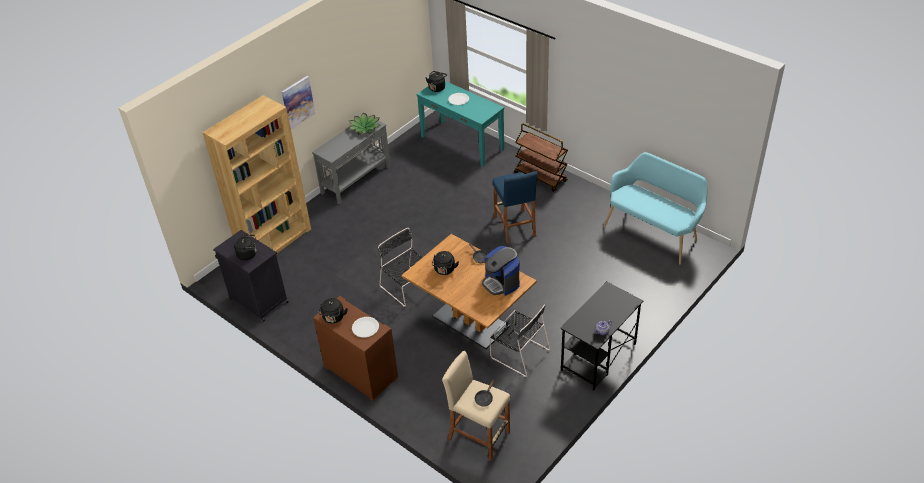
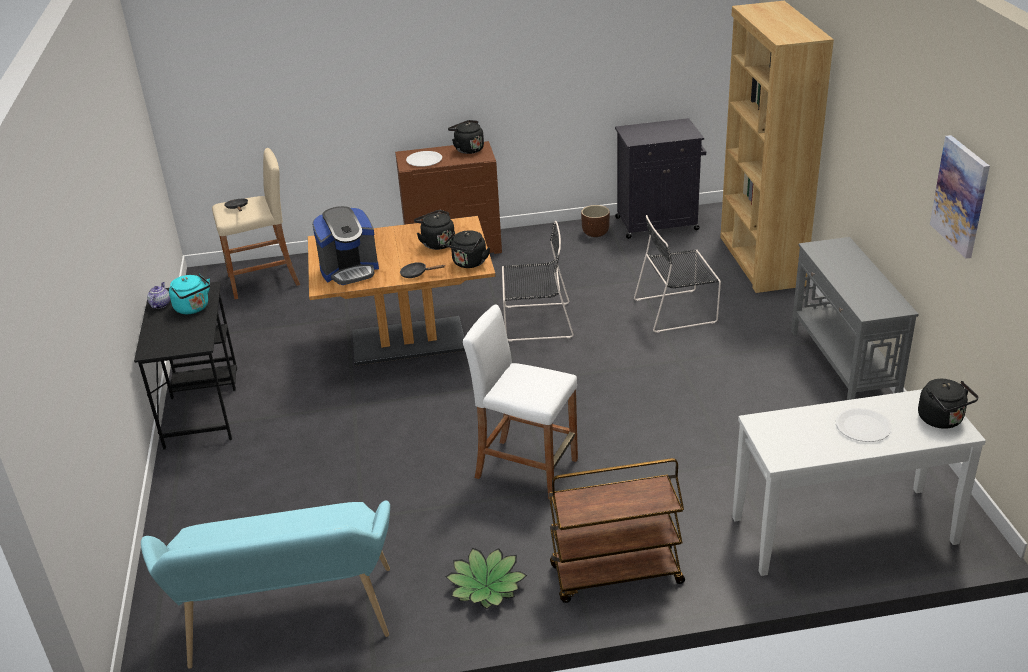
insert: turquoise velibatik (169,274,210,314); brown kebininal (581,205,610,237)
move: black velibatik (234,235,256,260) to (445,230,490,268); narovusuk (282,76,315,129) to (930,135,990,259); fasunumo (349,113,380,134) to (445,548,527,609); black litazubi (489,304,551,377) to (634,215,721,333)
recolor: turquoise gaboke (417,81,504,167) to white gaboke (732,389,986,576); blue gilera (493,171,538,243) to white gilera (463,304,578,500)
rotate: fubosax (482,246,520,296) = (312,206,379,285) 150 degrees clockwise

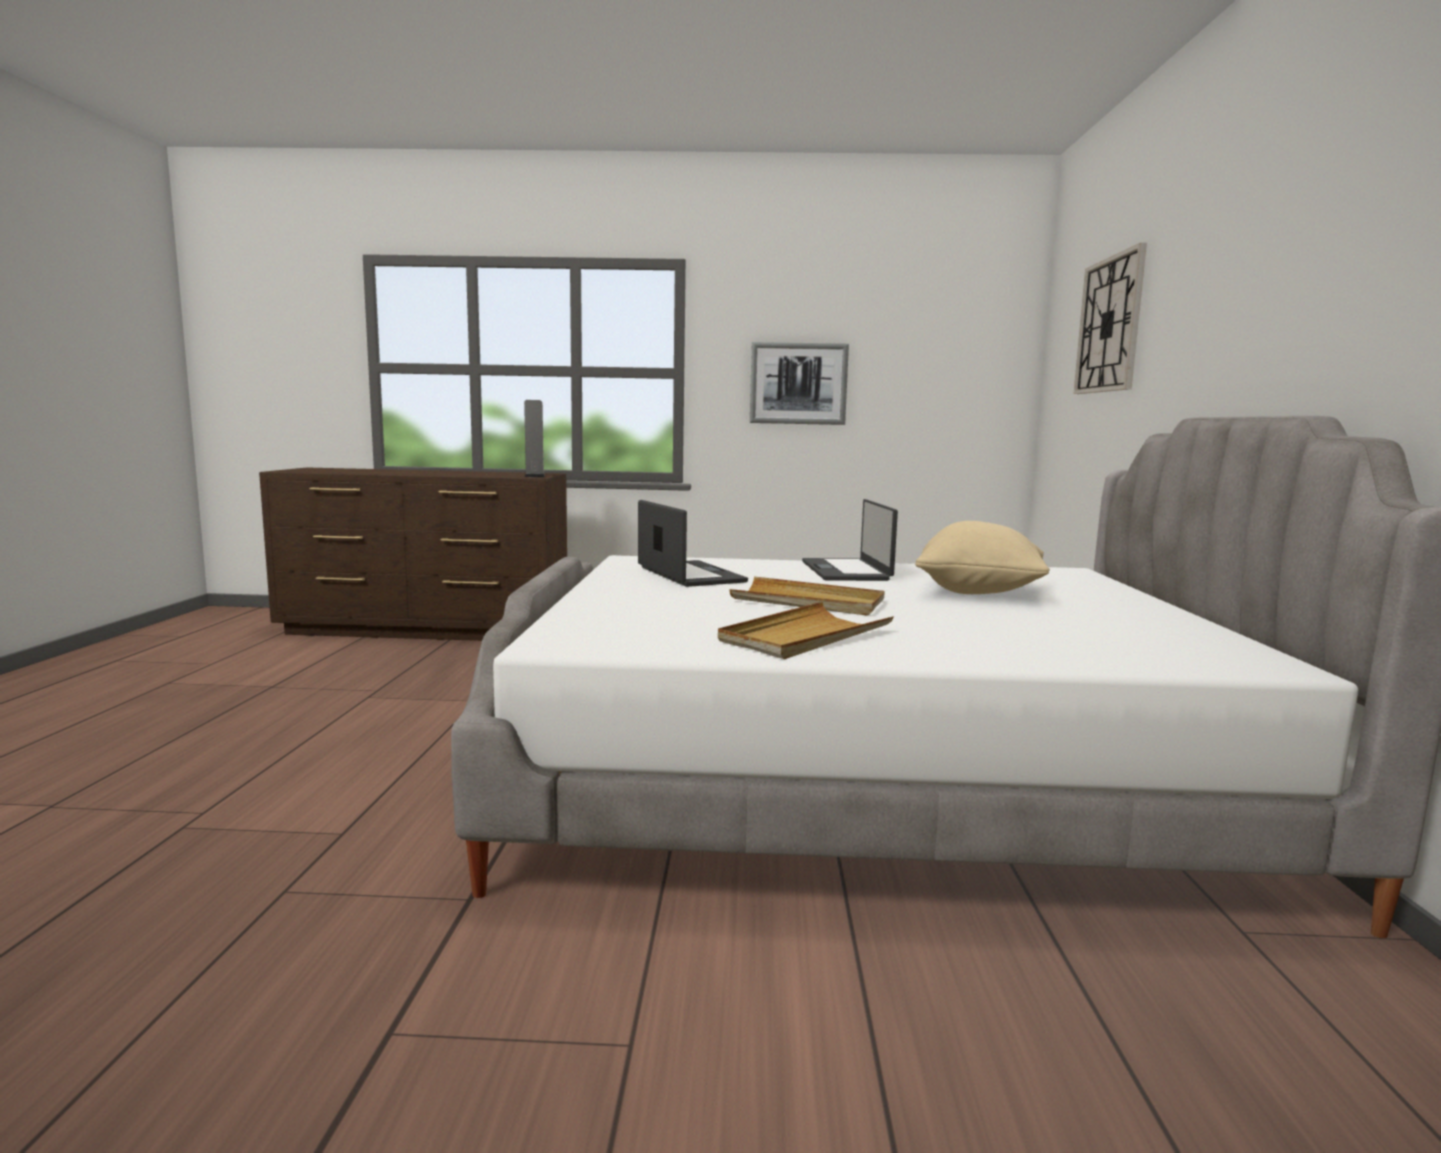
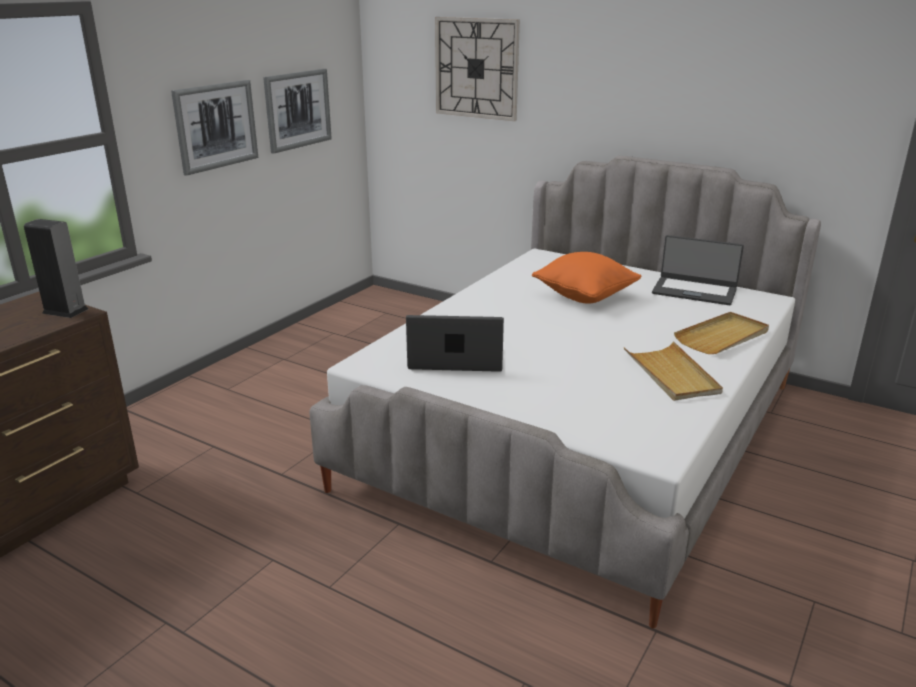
insert: narovusuk (263,69,332,154)
move: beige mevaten (729,577,885,615) to (674,312,769,354); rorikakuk (802,499,898,581) to (652,235,744,305)
recolor: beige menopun (915,521,1050,594) to orange menopun (532,252,641,304)

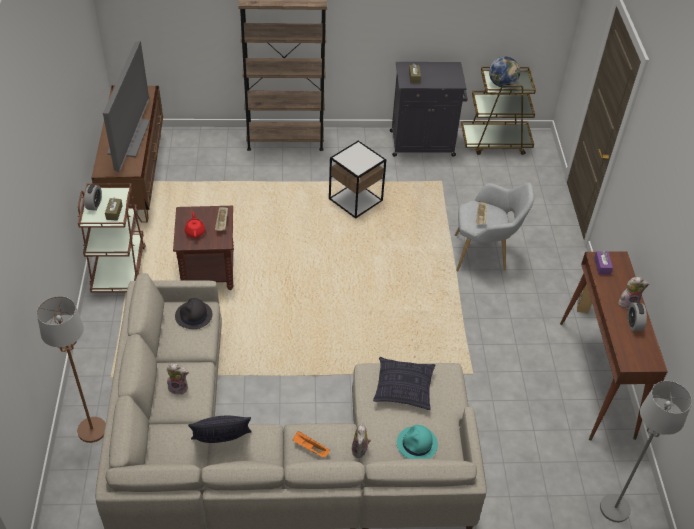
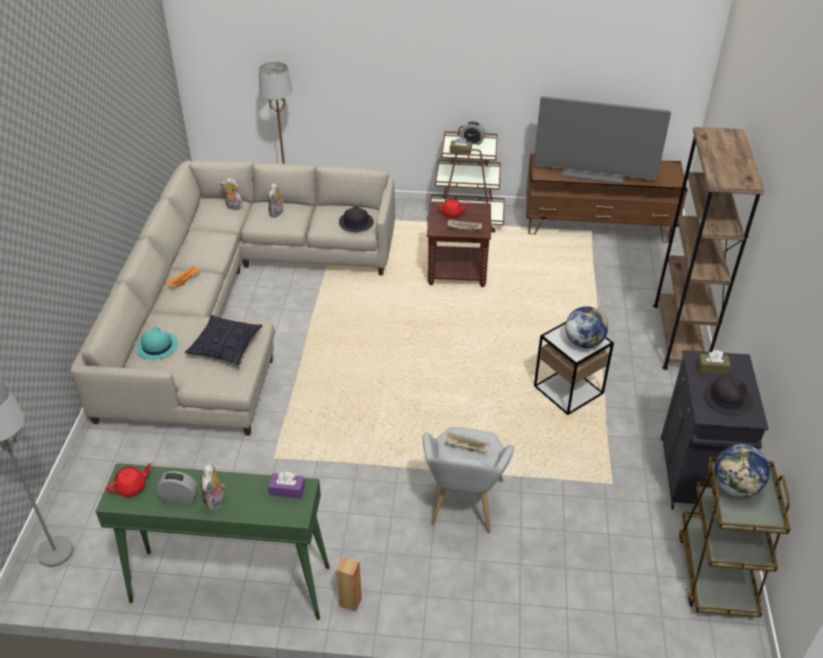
delete: menopun (188,416,252,443)
insert: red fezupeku (106,463,152,496); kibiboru (565,306,608,348); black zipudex (704,376,753,416)
move: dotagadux (351,423,371,458) to (220,178,243,210)
recolor: brown gaboke (560,252,668,441) to green gaboke (95,463,330,620)

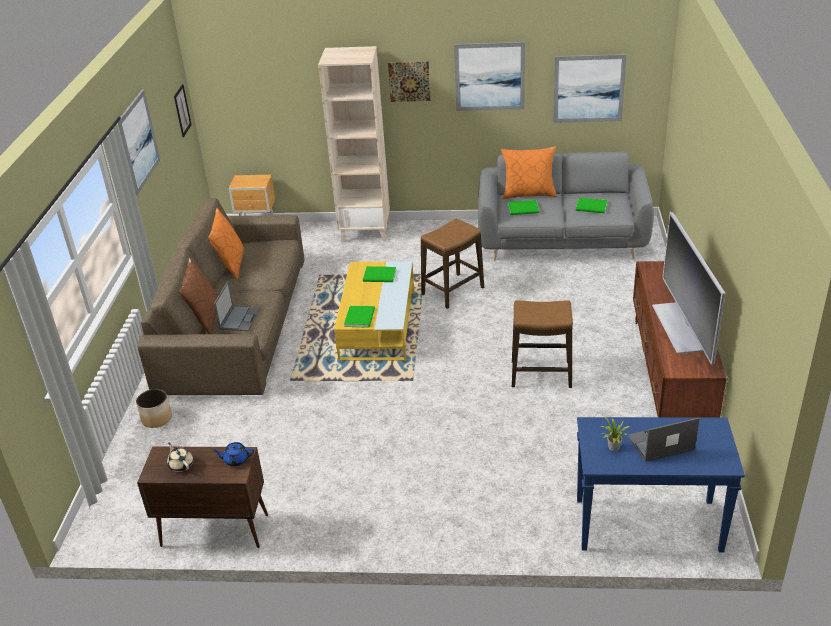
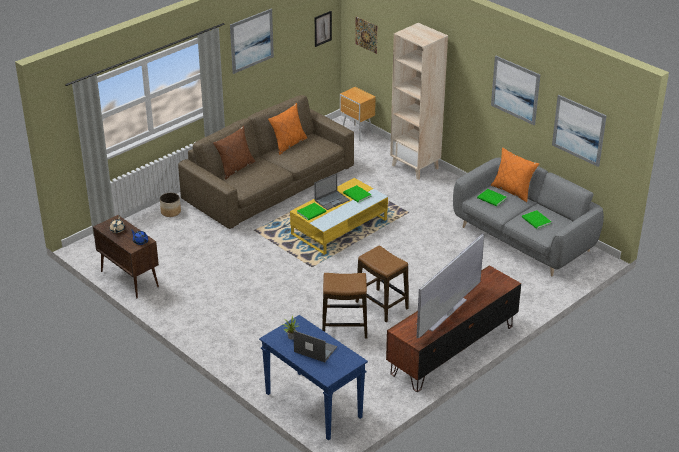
move: rorikakuk (214,281,261,331) to (314,173,350,210); narovusuk (388,61,431,102) to (355,17,377,54); gilera (421,219,484,309) to (322,273,367,338)

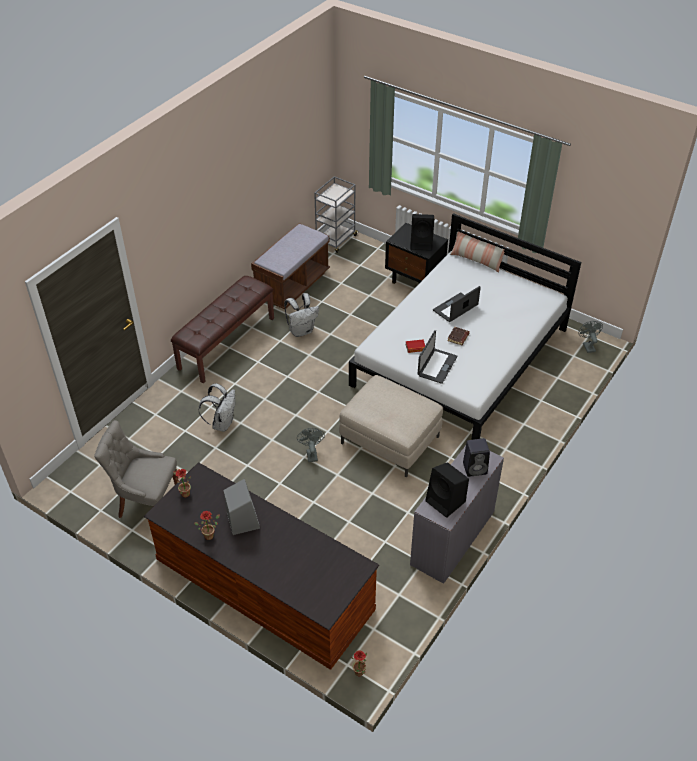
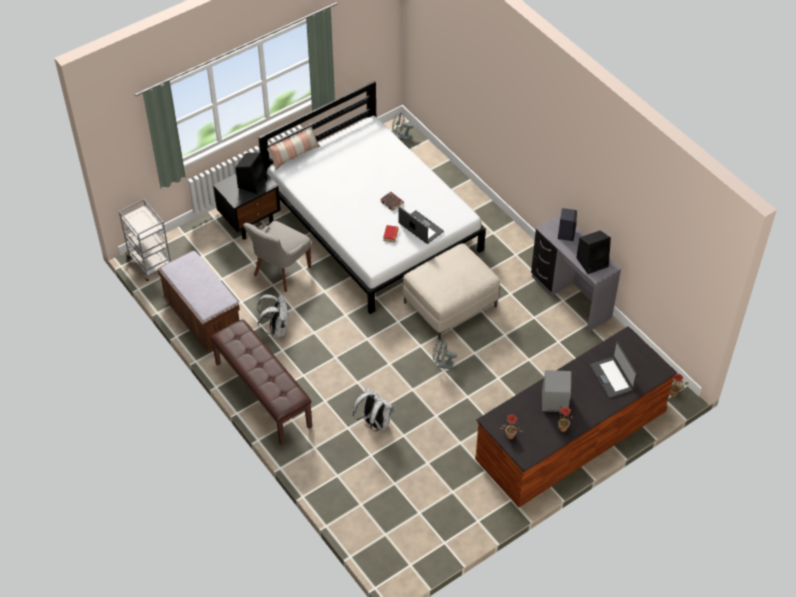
move: grey litazubi (94,420,179,518) to (243,221,311,292); rorikakuk (433,286,481,322) to (590,341,637,398)

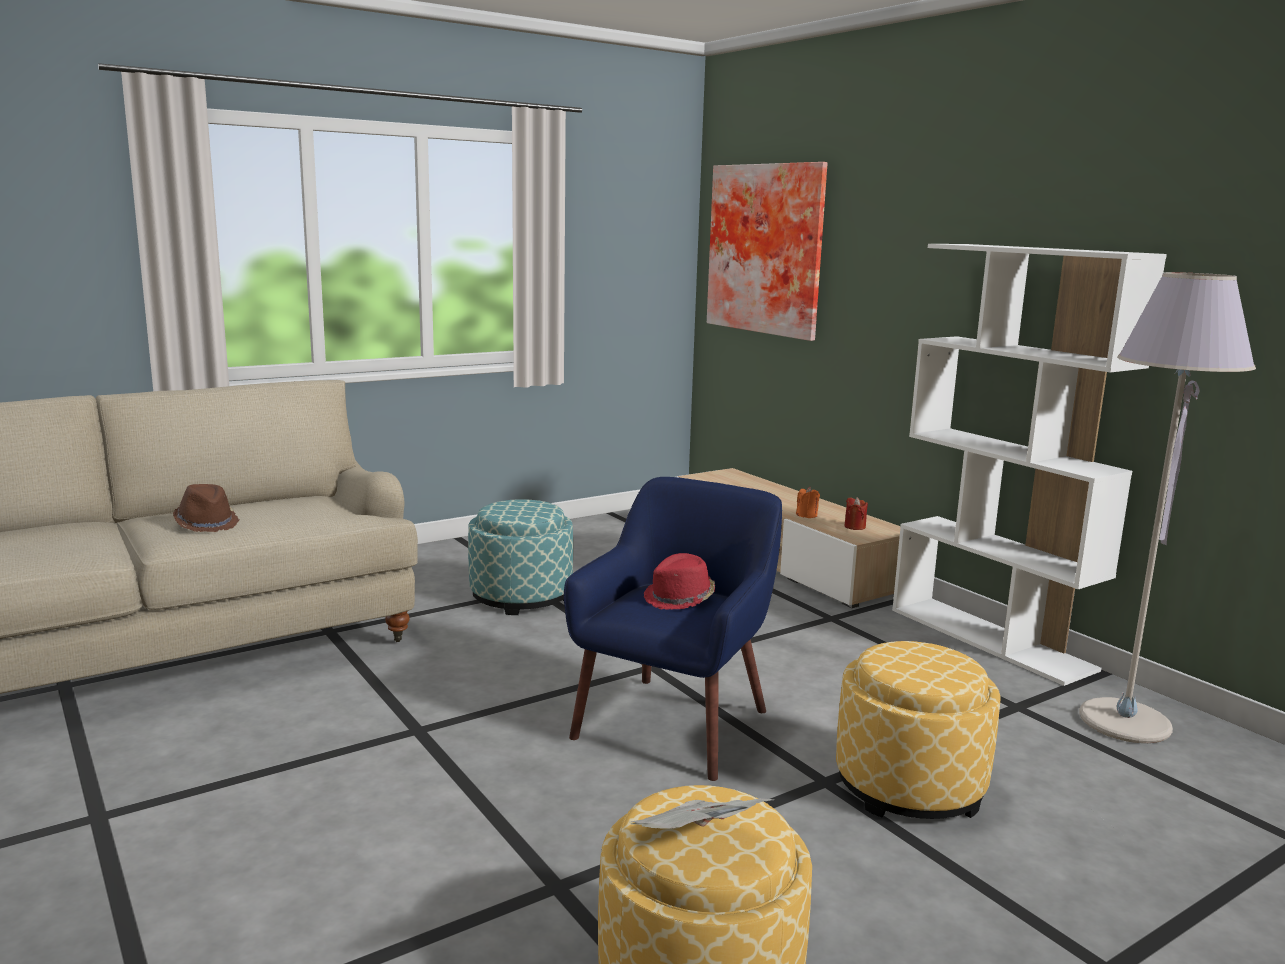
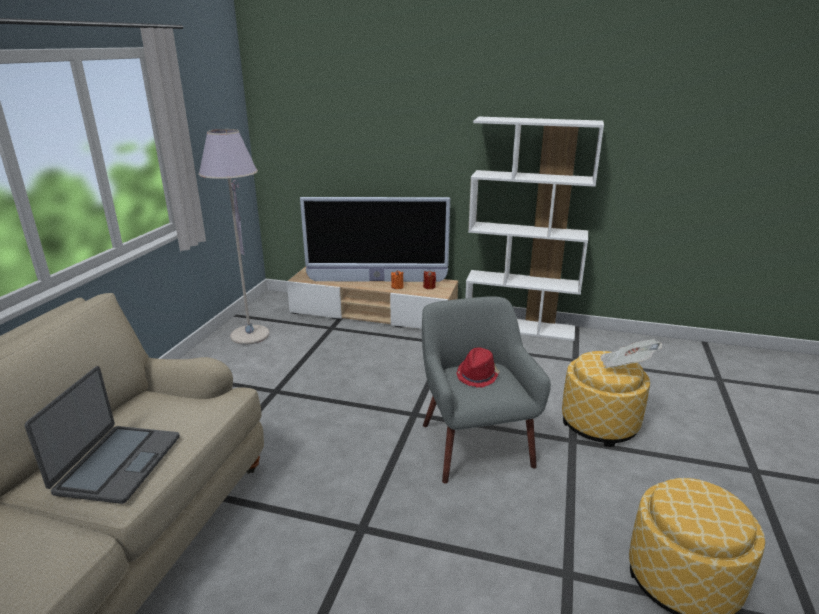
delete: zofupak (468,499,573,615); narovusuk (707,162,827,341)
insert: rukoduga (300,197,450,282)
move: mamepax (631,799,773,829) to (600,339,662,368); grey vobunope (1079,272,1256,743) to (198,129,270,345)
replace: brown zipudex (173,484,239,532) to rorikakuk (25,366,180,504)
recolor: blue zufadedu (564,477,782,781) to grey zufadedu (422,296,551,483)

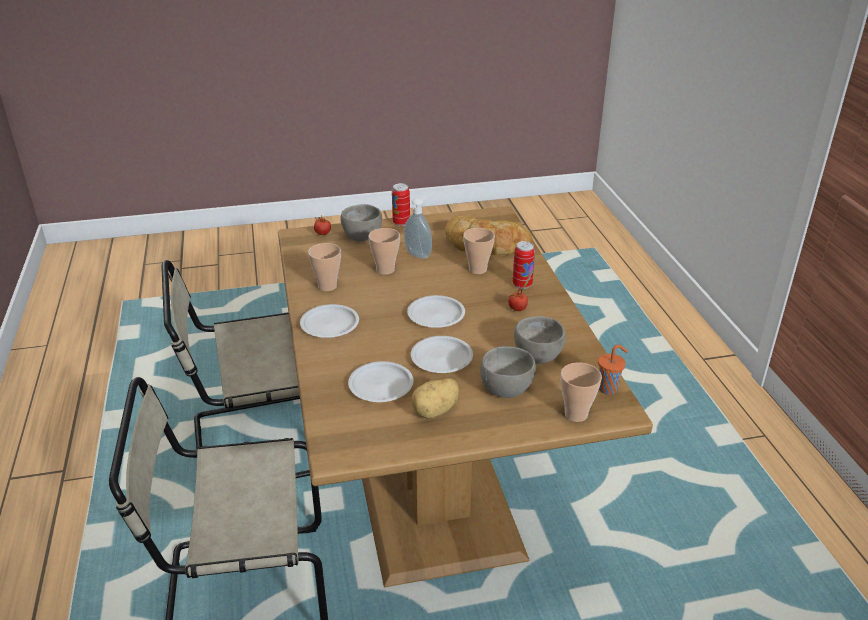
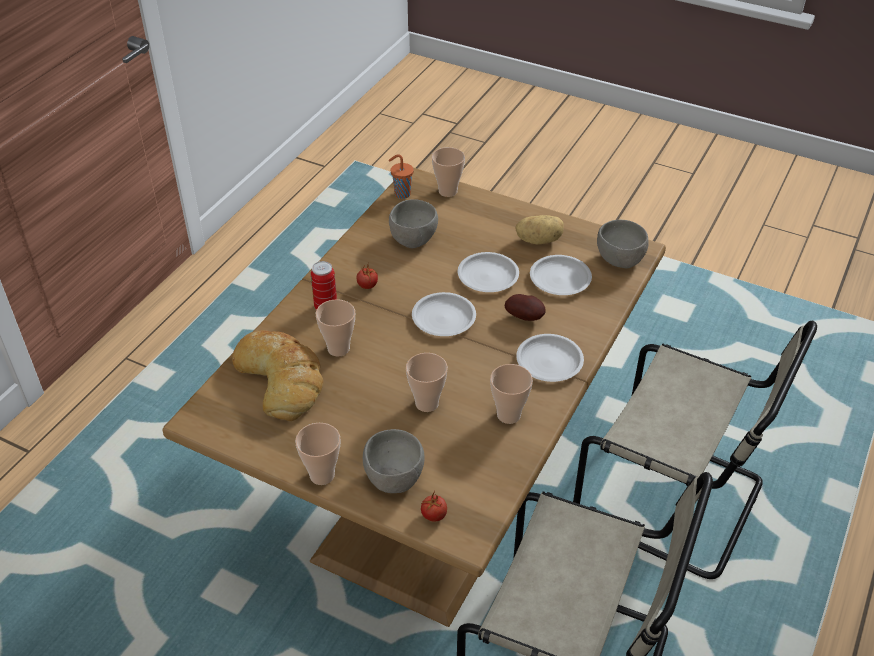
delete: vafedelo (404,197,432,259)
insert: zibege (505,294,545,321)
move: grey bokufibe (480,346,536,398) to (597,220,649,268)
replace: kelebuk (392,183,410,226) to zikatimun (295,423,340,485)

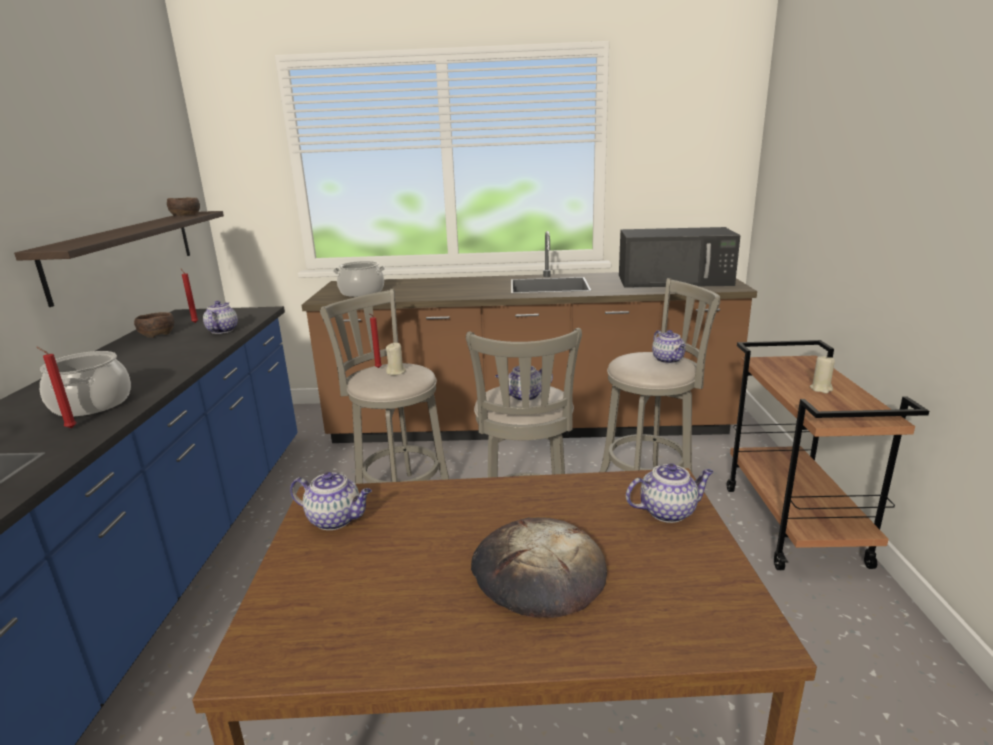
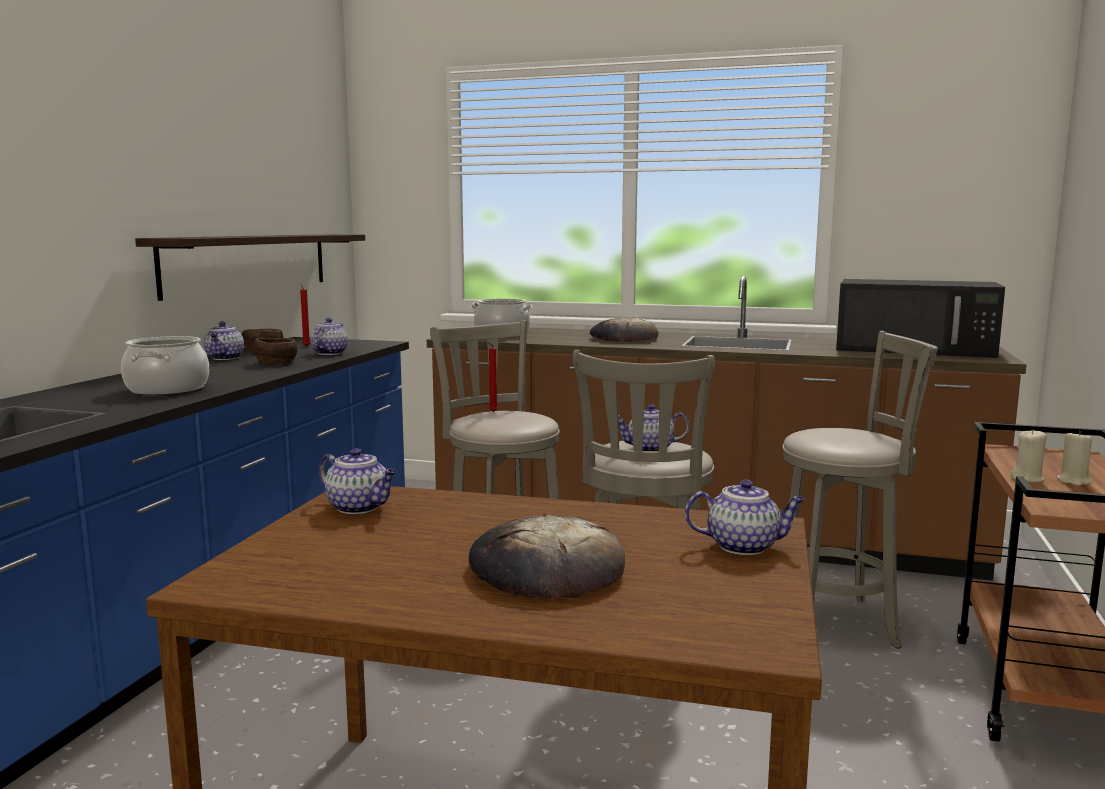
delete: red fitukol (36,347,76,428)
insert: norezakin (590,317,658,342)
move: brown bokufibe (167,197,200,216) to (253,338,298,365); beige fitukol (386,342,406,375) to (1010,429,1046,482); fezupeku (652,330,686,364) to (204,321,244,360)

